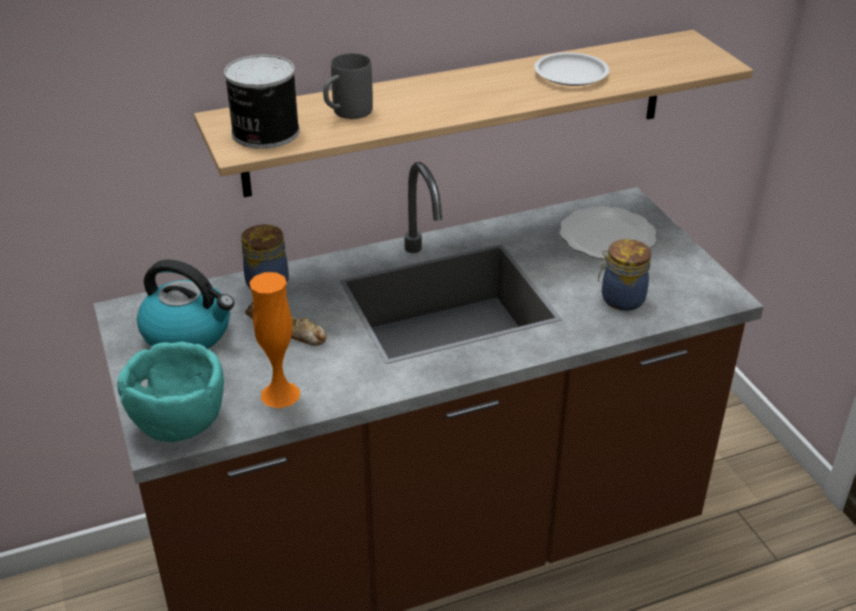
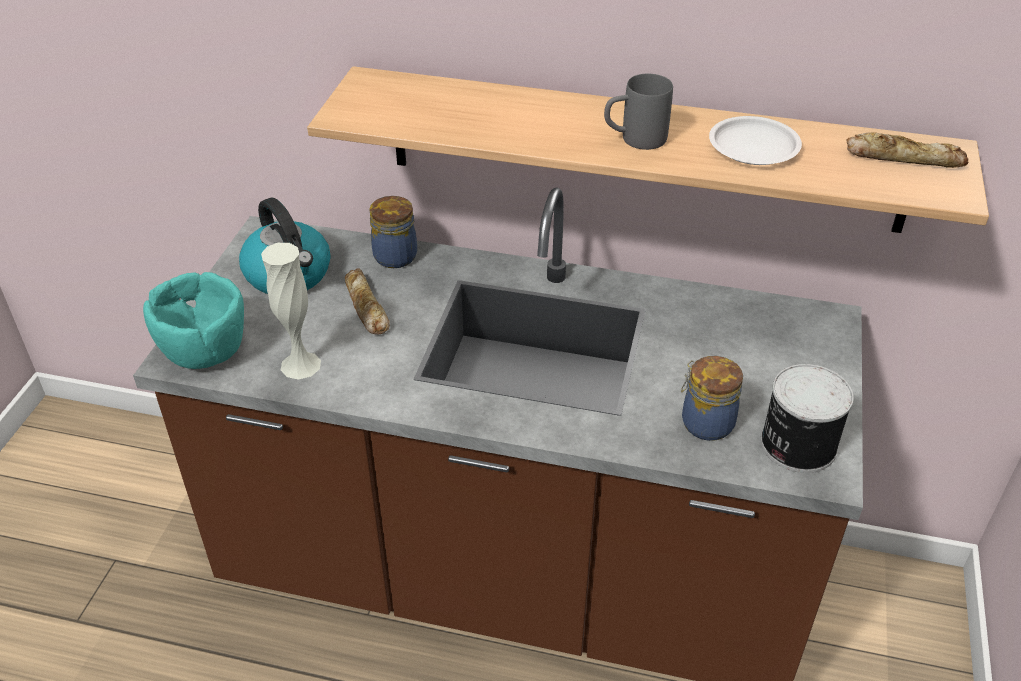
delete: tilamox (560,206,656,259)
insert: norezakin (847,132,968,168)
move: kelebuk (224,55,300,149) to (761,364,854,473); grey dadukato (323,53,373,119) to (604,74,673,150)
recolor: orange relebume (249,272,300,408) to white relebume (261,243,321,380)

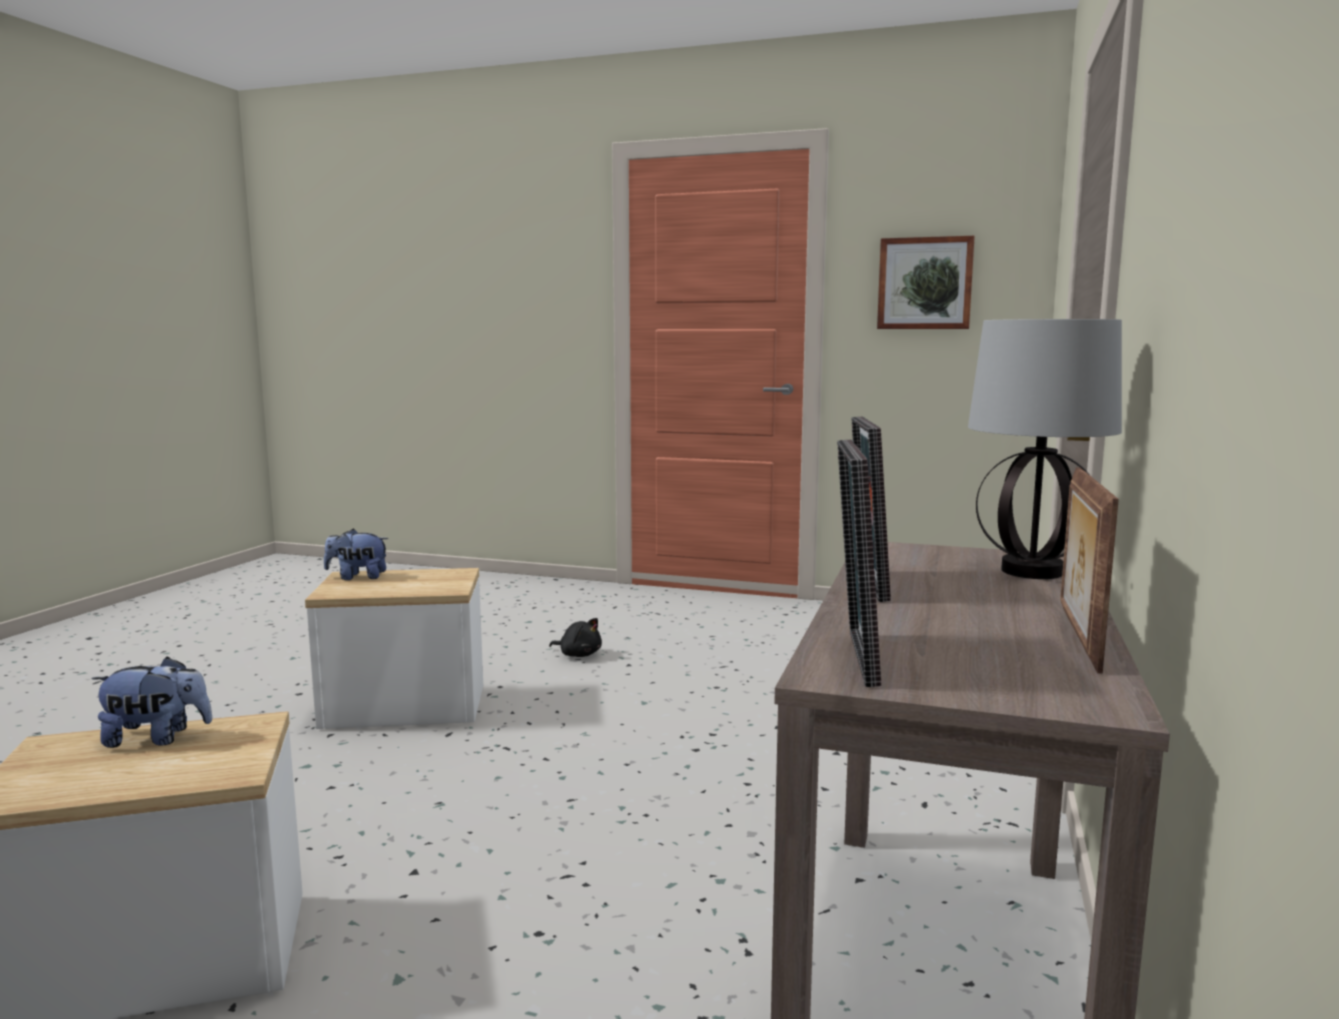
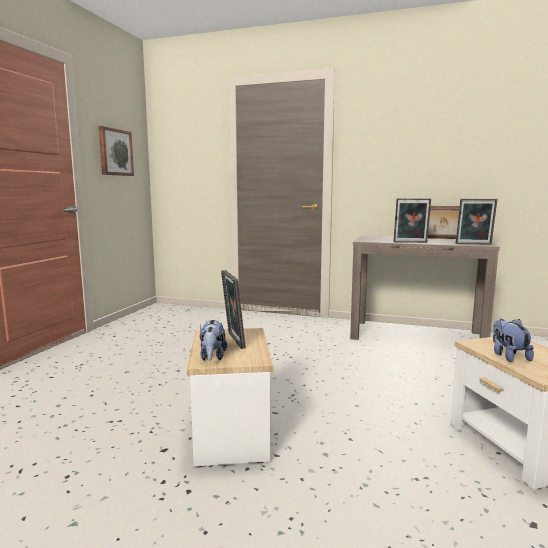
delete: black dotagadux (549,618,602,657); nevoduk (968,319,1122,579)
insert: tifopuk (221,270,246,349)

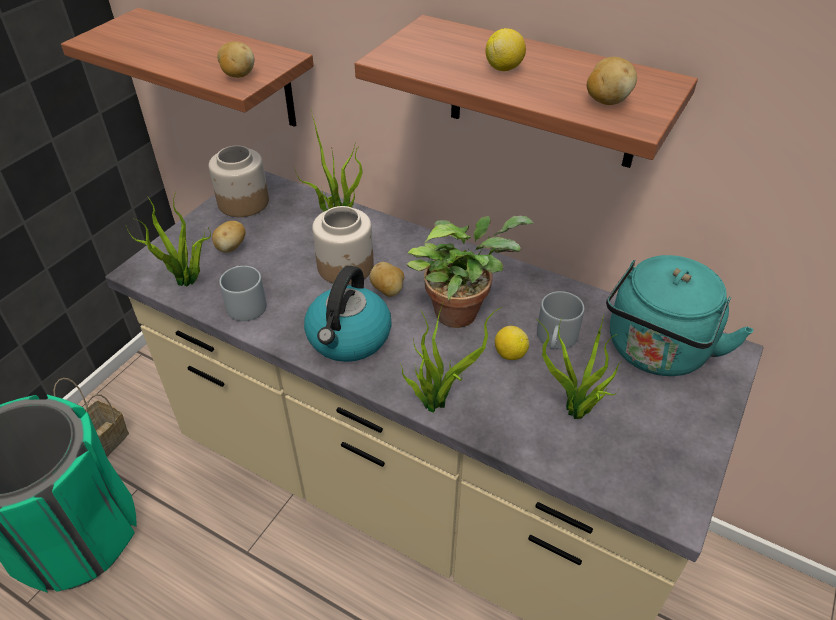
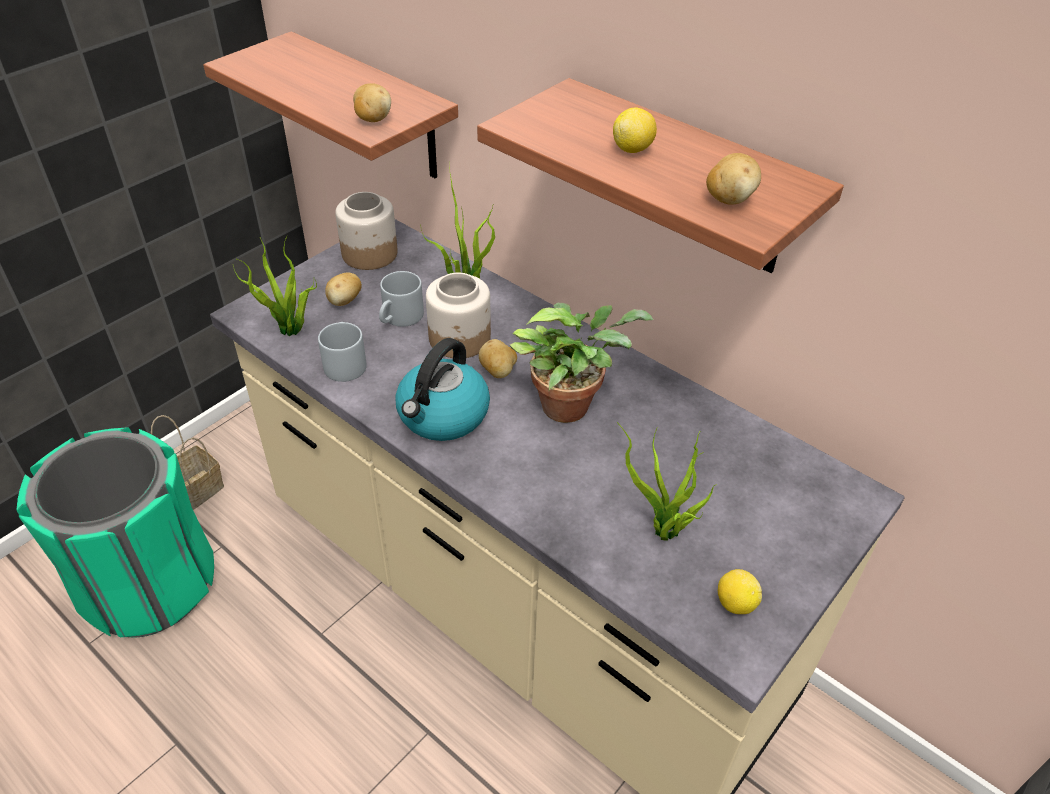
delete: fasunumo (400,301,502,413); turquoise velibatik (606,255,753,376)
move: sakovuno (495,326,529,360) to (718,569,762,614); grey dadukato (537,291,584,350) to (379,271,424,327)

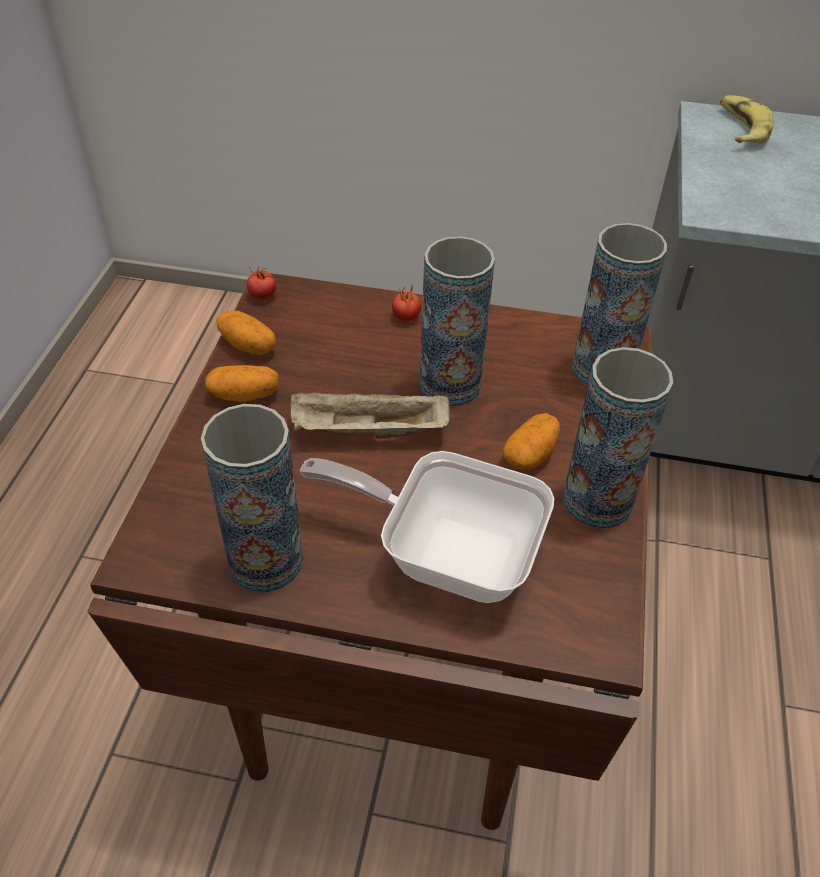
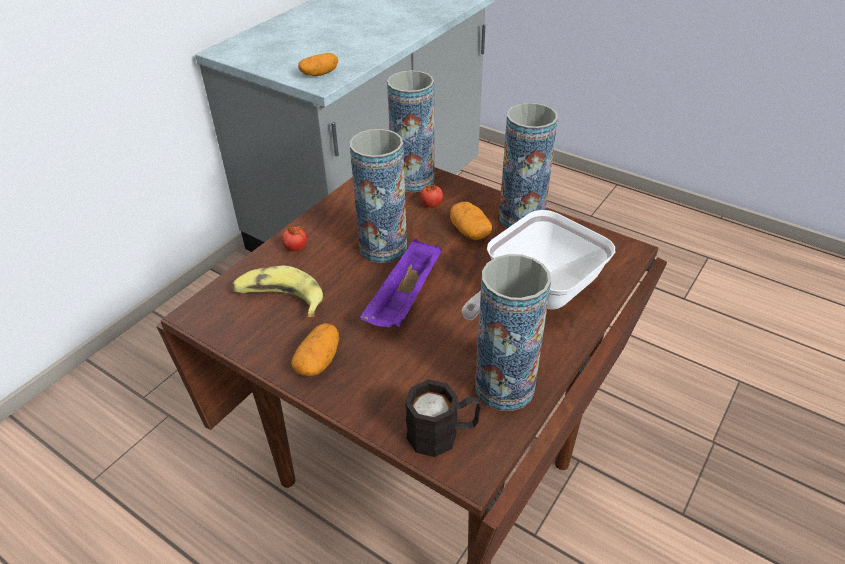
insert: black dadukato (405,380,481,457)
move: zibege (216,311,276,355) to (298,53,339,76); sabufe (247,266,276,300) to (420,182,443,208); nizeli (720,95,774,143) to (232,266,323,317)
recolor: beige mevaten (290,392,450,438) to purple mevaten (360,239,442,327)

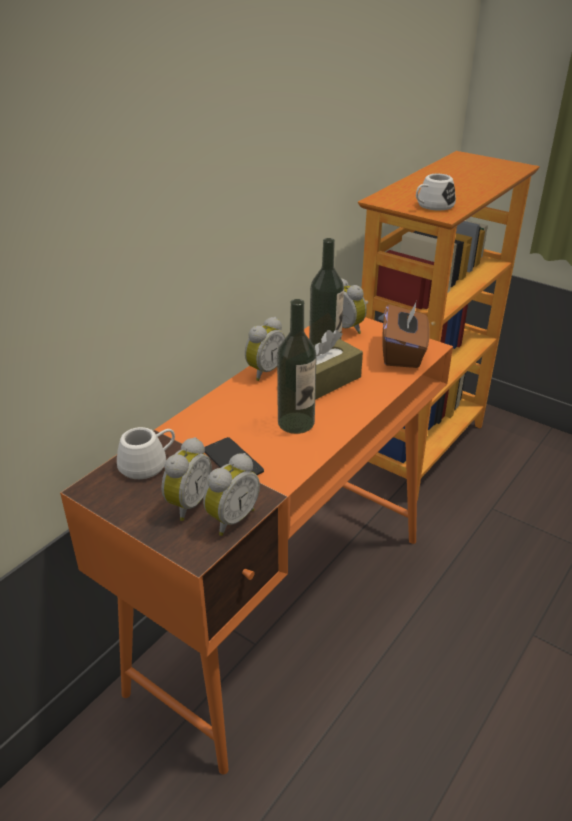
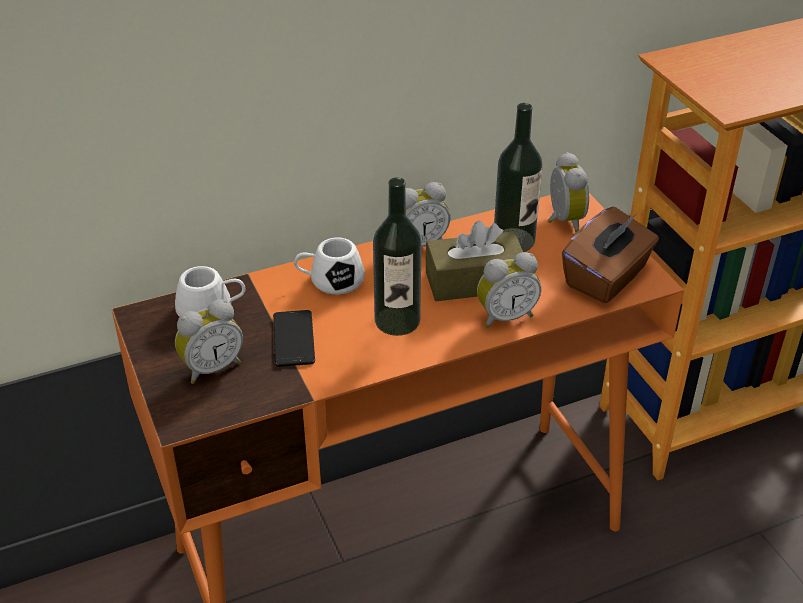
move: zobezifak (203,453,260,536) to (477,252,541,328); white dadukato (416,174,456,210) to (294,237,365,295)

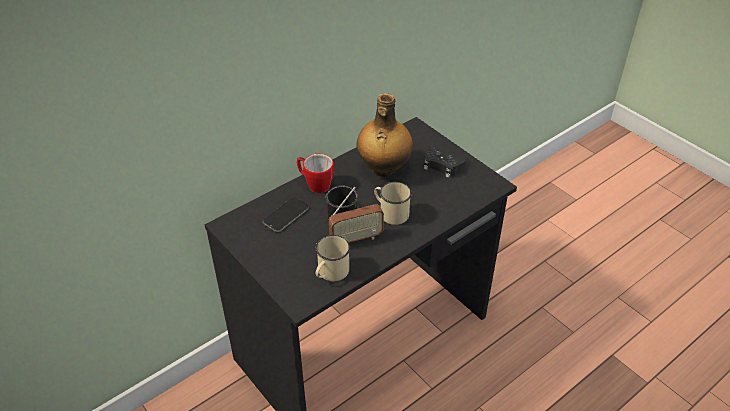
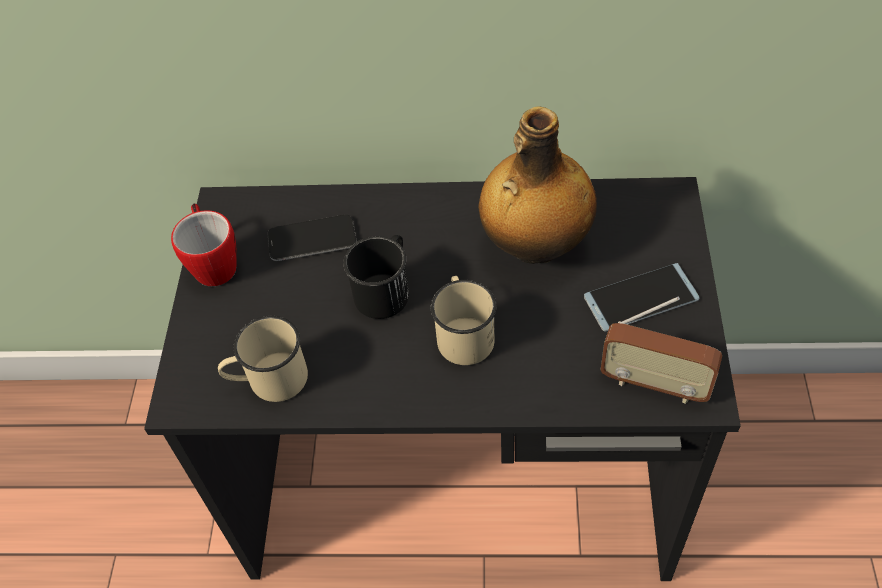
move: dadukato (297,154,334,193) to (171,204,237,286); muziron (329,187,384,243) to (600,297,722,404)
replace: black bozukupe (424,147,466,178) to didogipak (584,263,699,332)

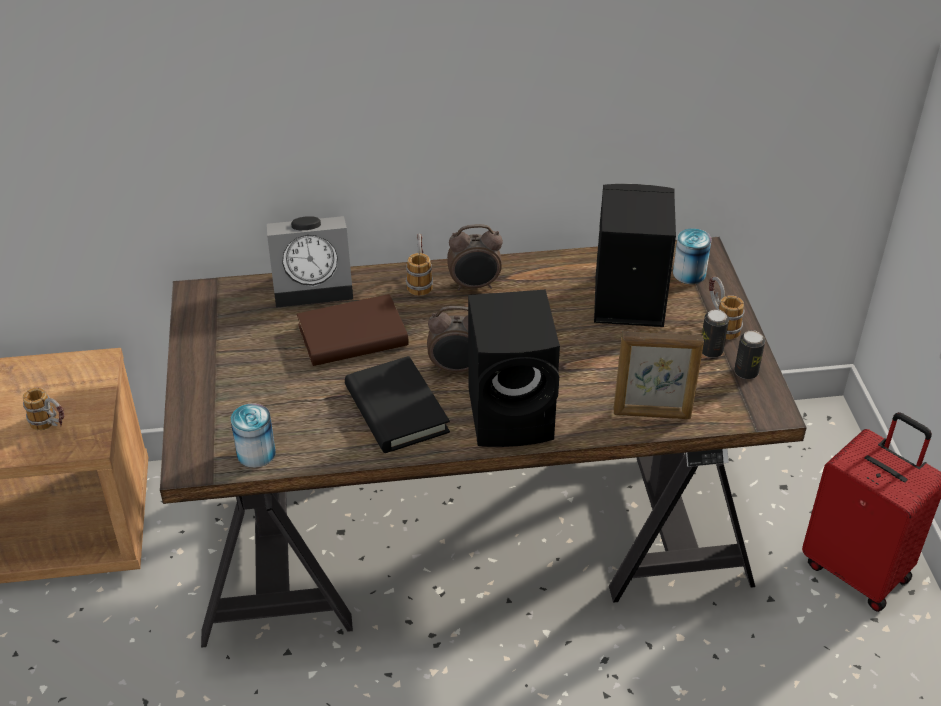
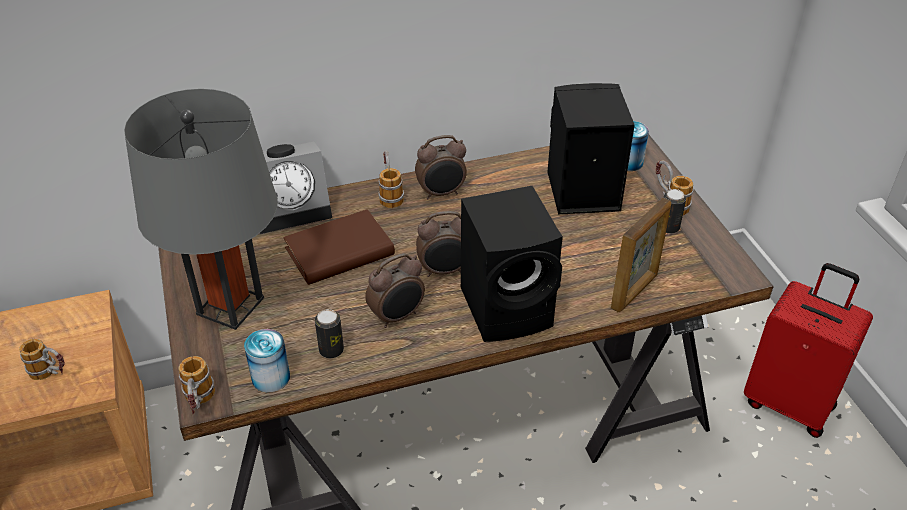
insert: grey nevoduk (124,89,278,330); dadukato (179,356,215,414)
move: kelebuk (734,330,765,379) to (315,309,344,358)
replace: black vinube (345,356,450,453) to zobezifak (365,253,425,328)
rotate: tifopuk (614,331,704,419) = (611,198,671,312) 45 degrees counterclockwise

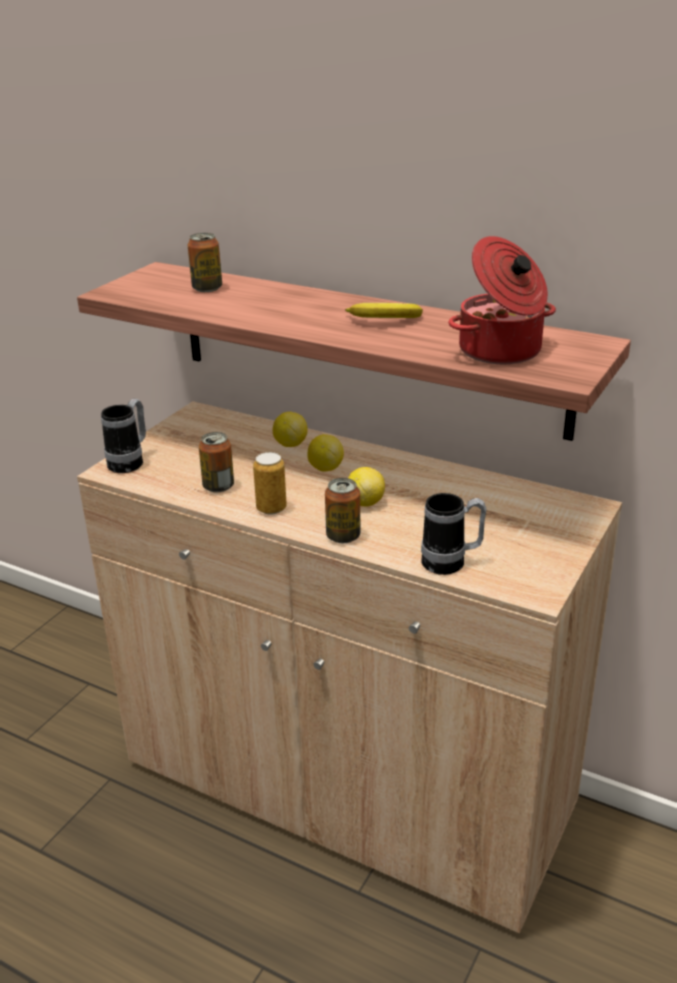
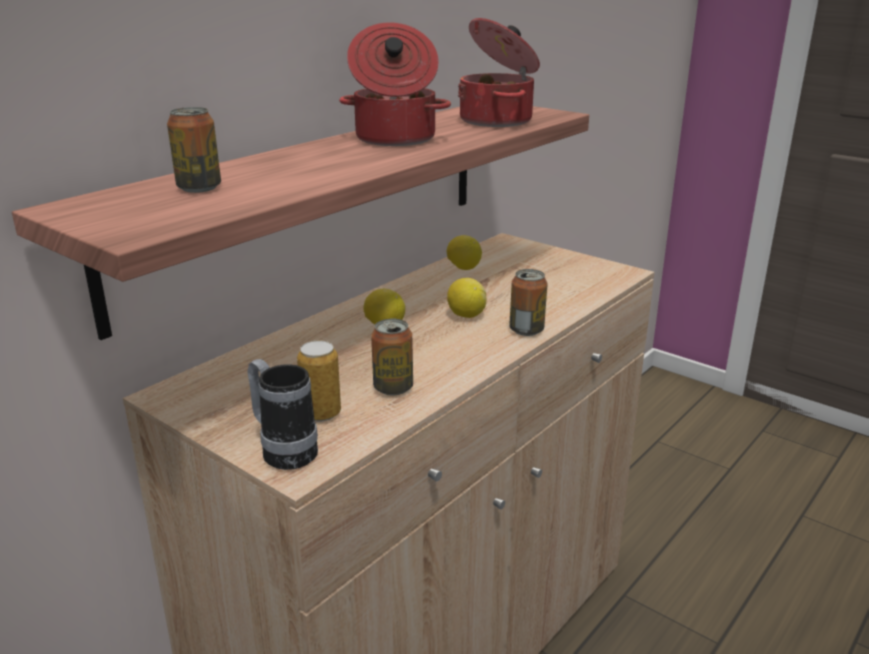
delete: dadukato (421,493,487,575)
move: kelebuk (253,452,287,515) to (297,341,341,421); sakovuno (273,412,308,447) to (447,235,482,270)
replace: nizeli (345,303,423,318) to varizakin (339,22,451,146)

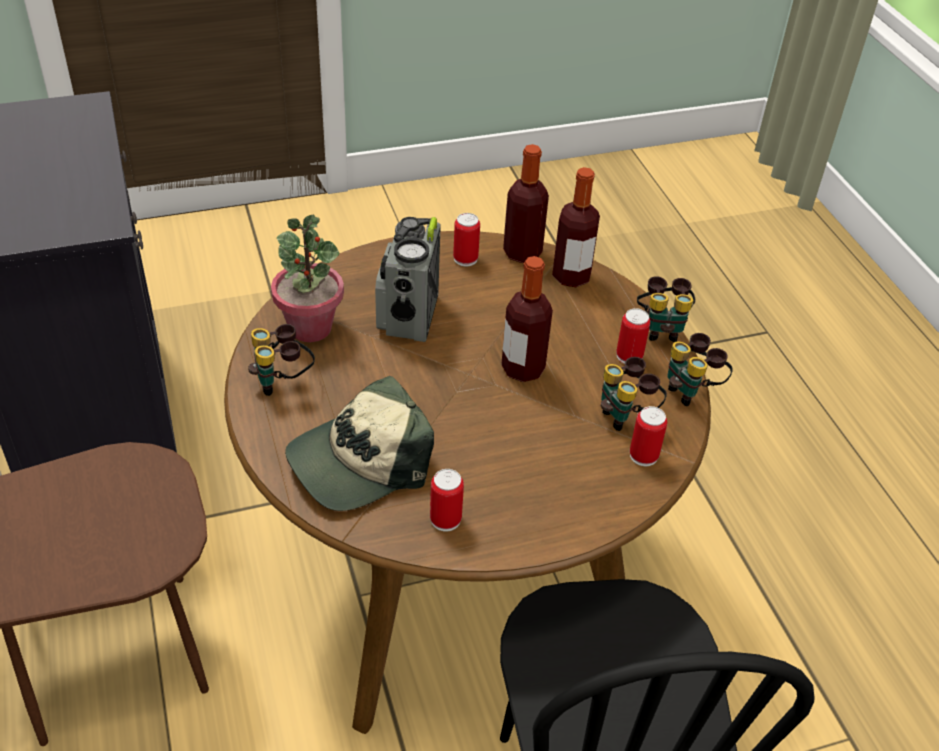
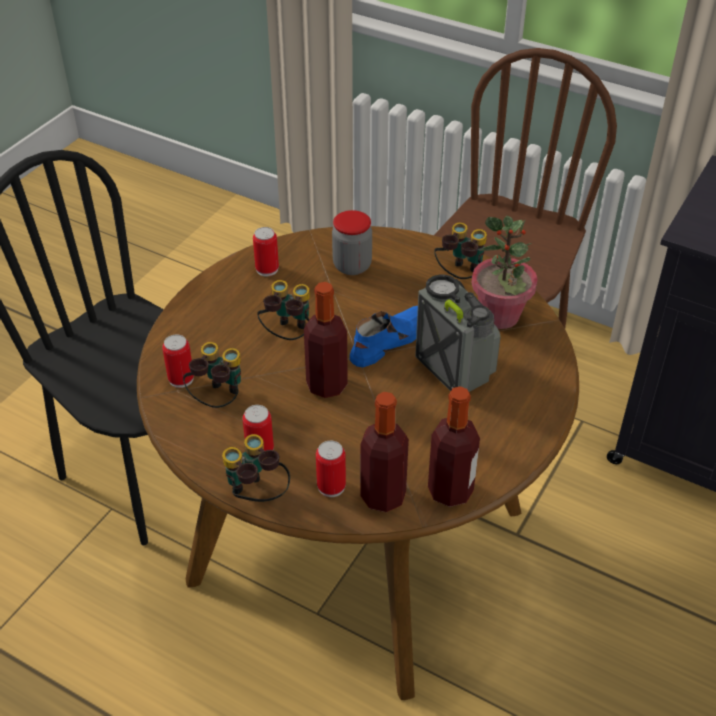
insert: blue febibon (350,306,418,367)
move: kelebuk (453,213,480,266) to (316,441,346,497); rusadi (667,333,733,406) to (257,280,310,340)
replace: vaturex (285,376,434,511) to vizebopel (332,210,372,275)

